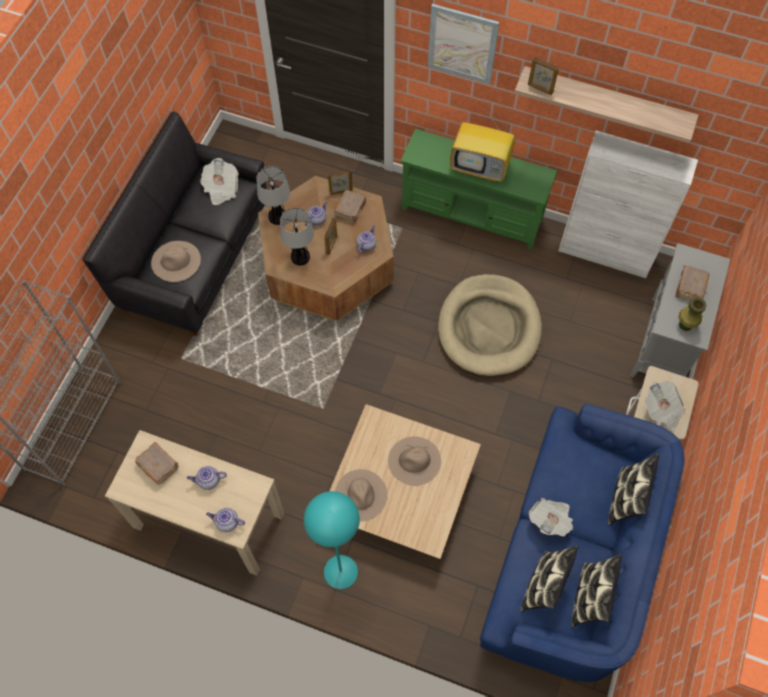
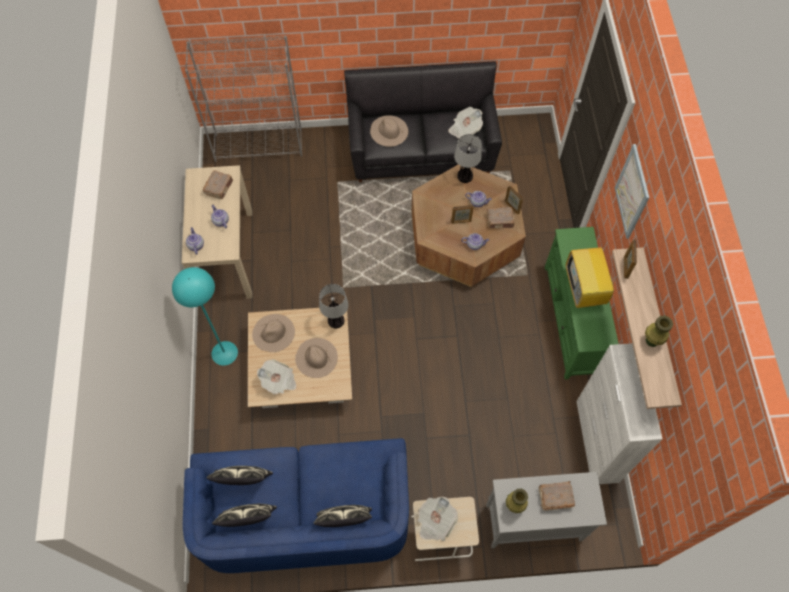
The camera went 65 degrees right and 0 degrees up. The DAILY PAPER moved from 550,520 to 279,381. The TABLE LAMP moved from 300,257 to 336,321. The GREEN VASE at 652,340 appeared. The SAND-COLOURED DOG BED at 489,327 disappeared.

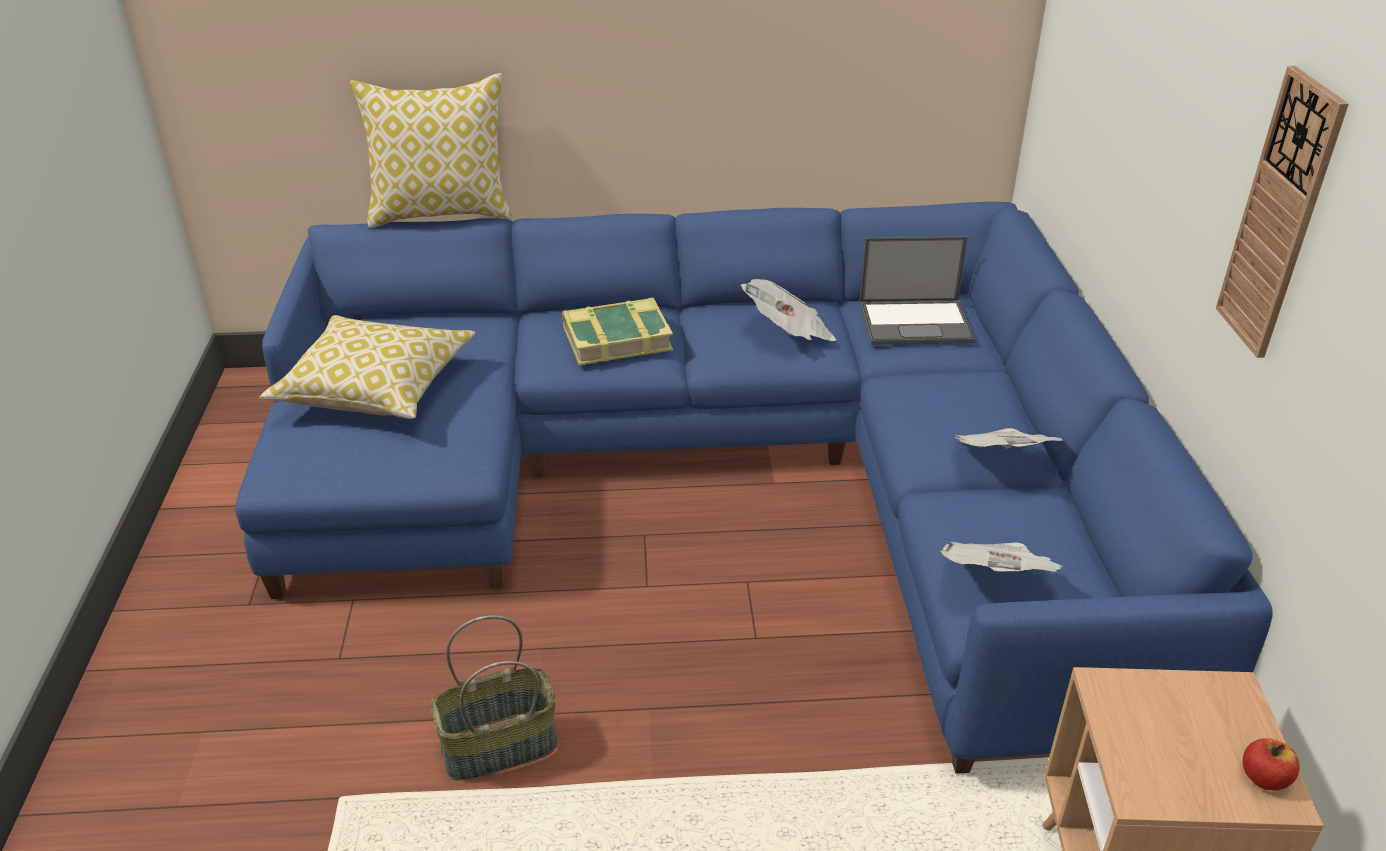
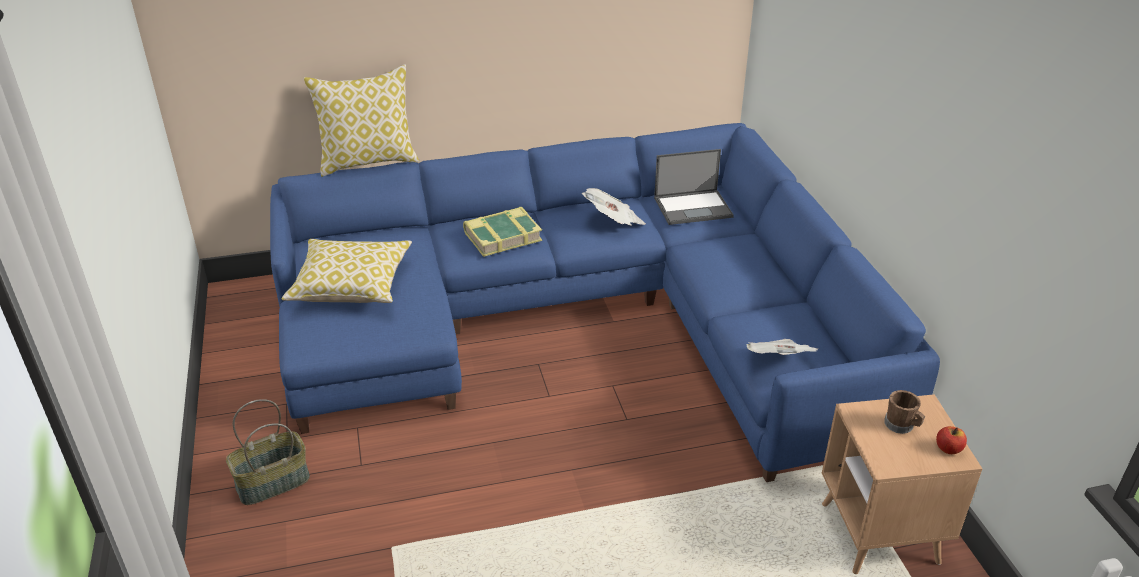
The camera went 10 degrees left and 0 degrees up. The HOUSEHOLD BASKET moved from 499,748 to 272,484. The BROWN TEA MUG at 901,426 appeared. The DAILY PAPER at 1002,461 disappeared. The CLOCK ON THE WALL at 1279,216 disappeared.

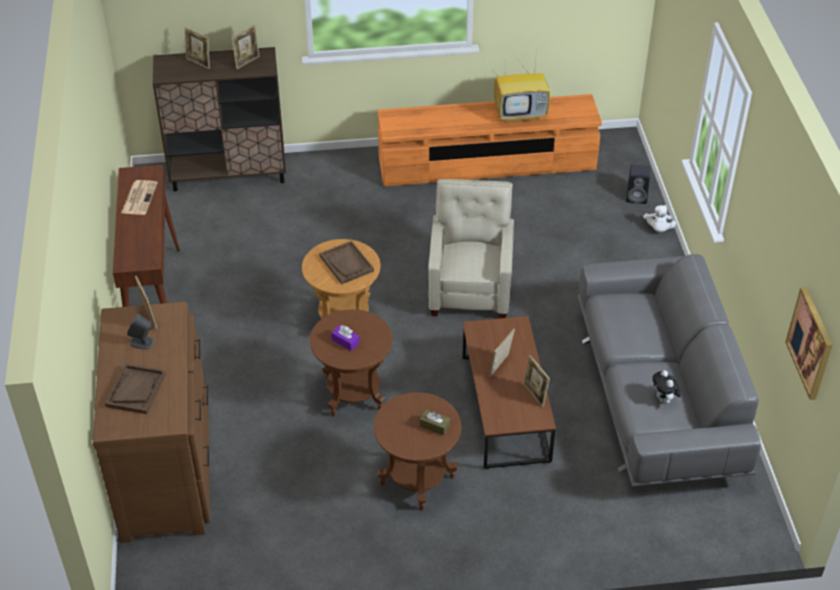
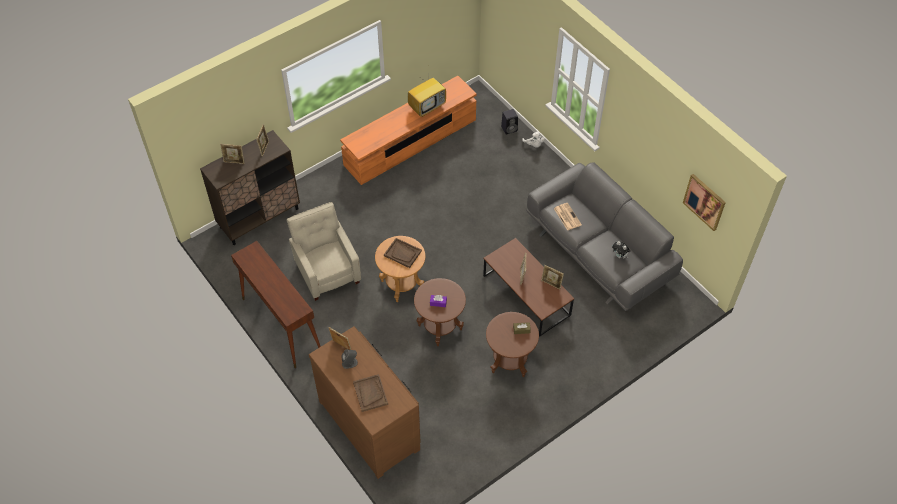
The camera went 30 degrees left and 10 degrees up. The SAND-COLOURED ARMCHAIR moved from 470,288 to 327,271. The DAILY PAPER moved from 139,197 to 567,216.

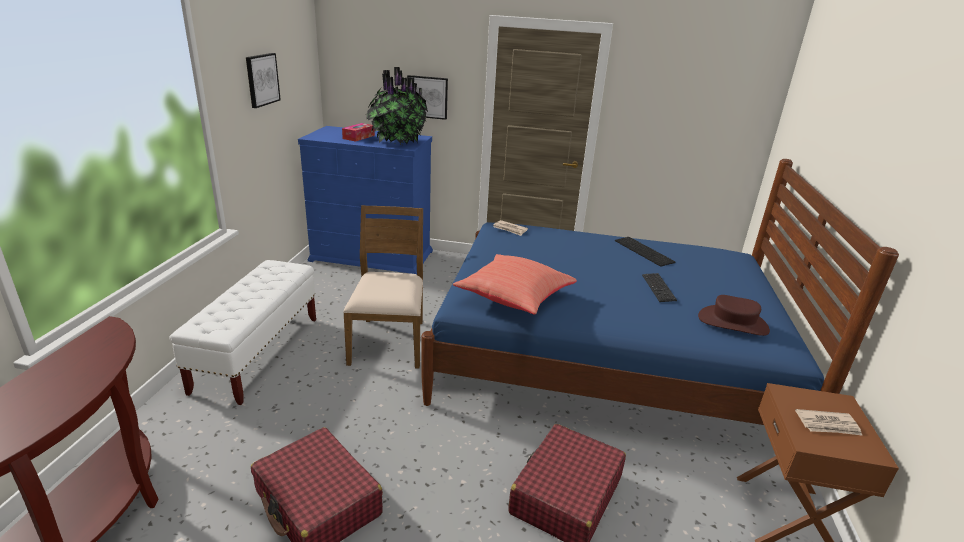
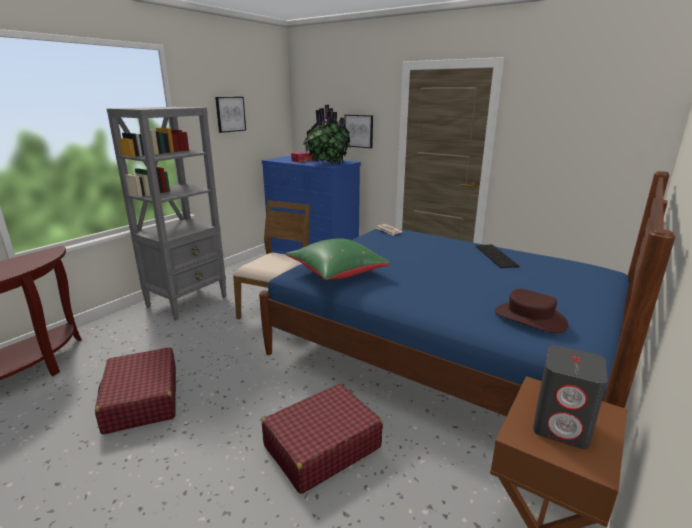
The camera went 25 degrees right and 5 degrees down. The WHITISH BENCH at 258,353 was replaced by the GREY SHELVING UNIT at 188,301. The RED PILLOW at 513,299 became the GREEN PILLOW at 336,273. The DAILY PAPER at 828,425 was replaced by the GREY AUDIO SPEAKER at 562,427. The COMPUTER KEYBOARD at 658,288 disappeared.

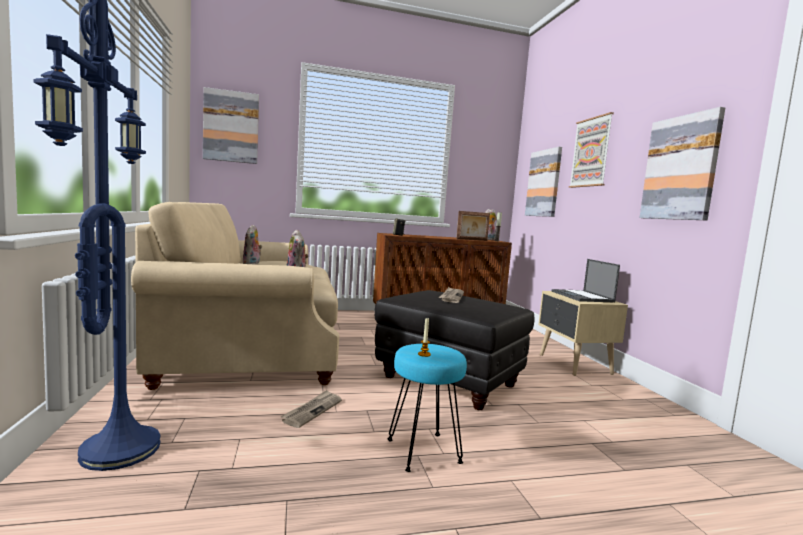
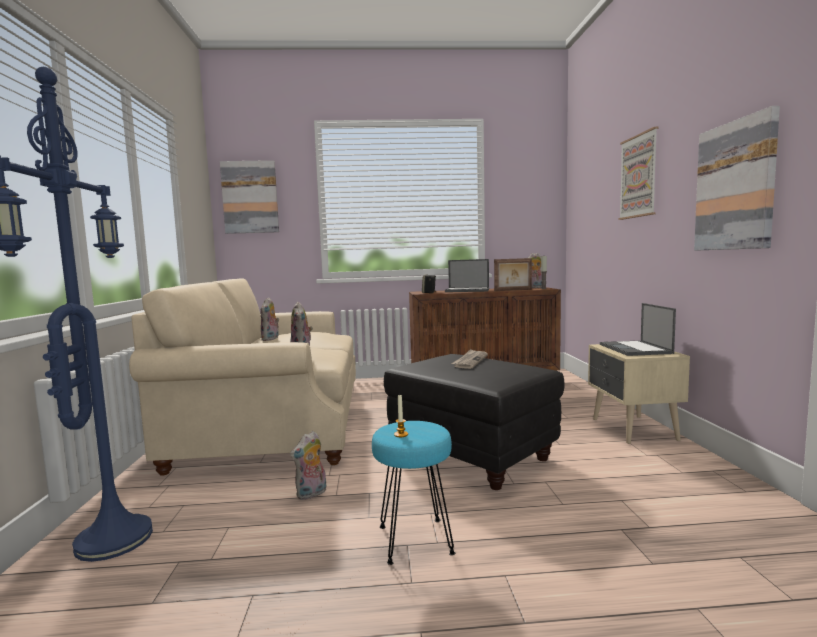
The camera went 10 degrees right and 0 degrees up. The DAILY PAPER at 312,410 was replaced by the PLUSH TOY at 311,494. The LAPTOP at 468,290 appeared. The PICTURE at 544,183 disappeared.

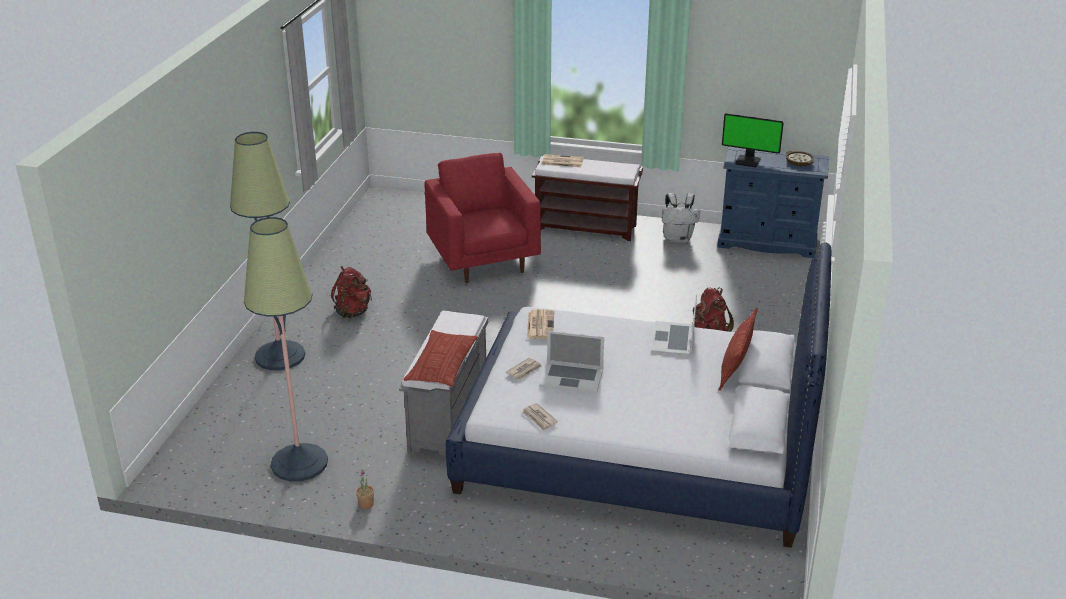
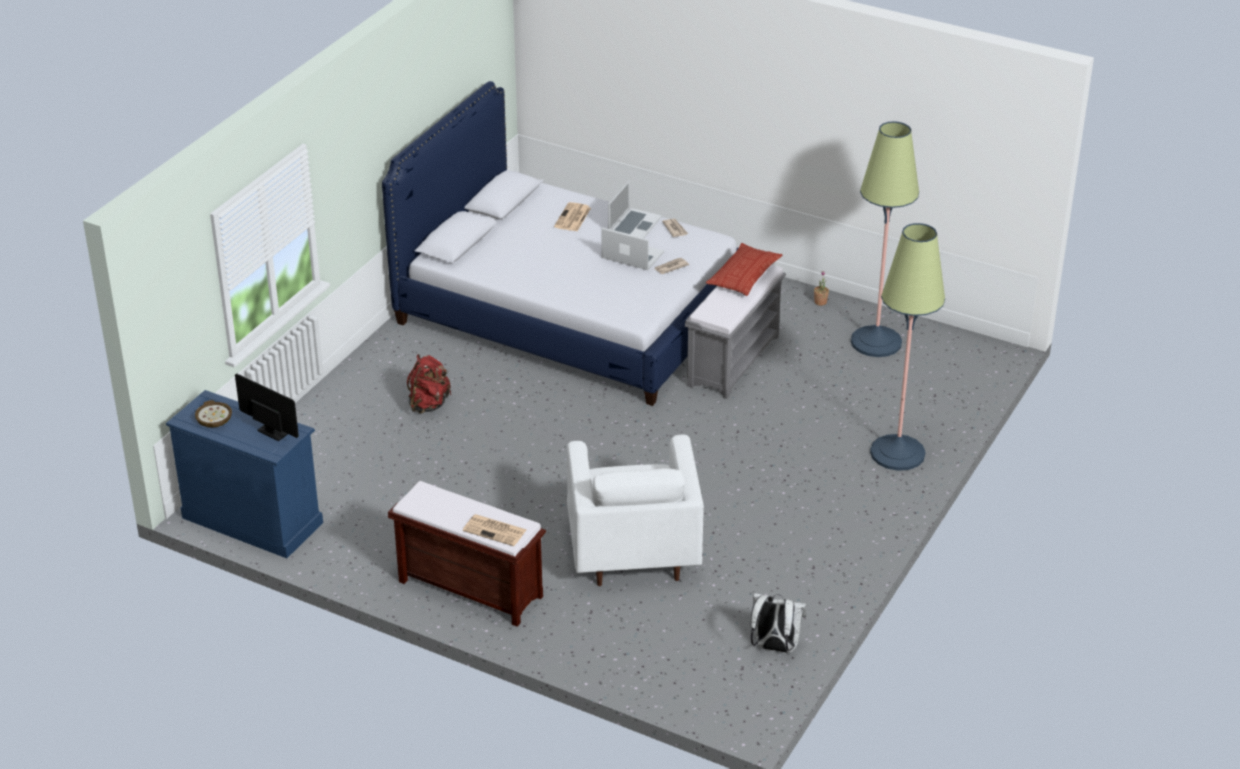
The camera went 165 degrees left and 5 degrees up. The DAILY PAPER moved from 540,325 to 572,218. The RED ARMCHAIR at 483,260 became the WHITISH ARMCHAIR at 633,553. The LAPTOP moved from 673,339 to 634,225. The WHITISH RUCKSACK moved from 678,239 to 774,647. The RED RUCKSACK at 353,312 disappeared. The PILLOW at 735,367 disappeared.

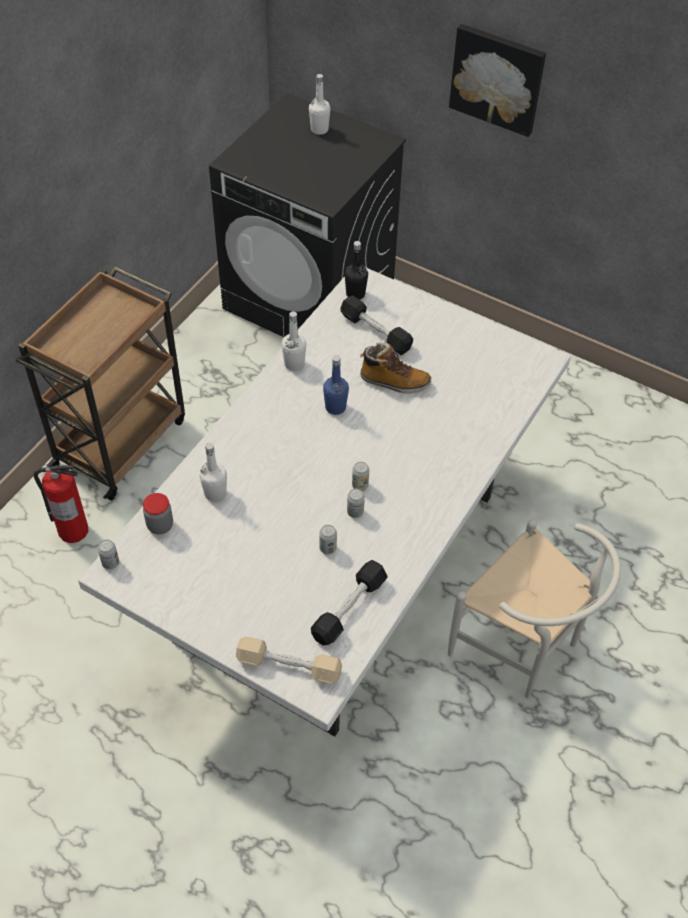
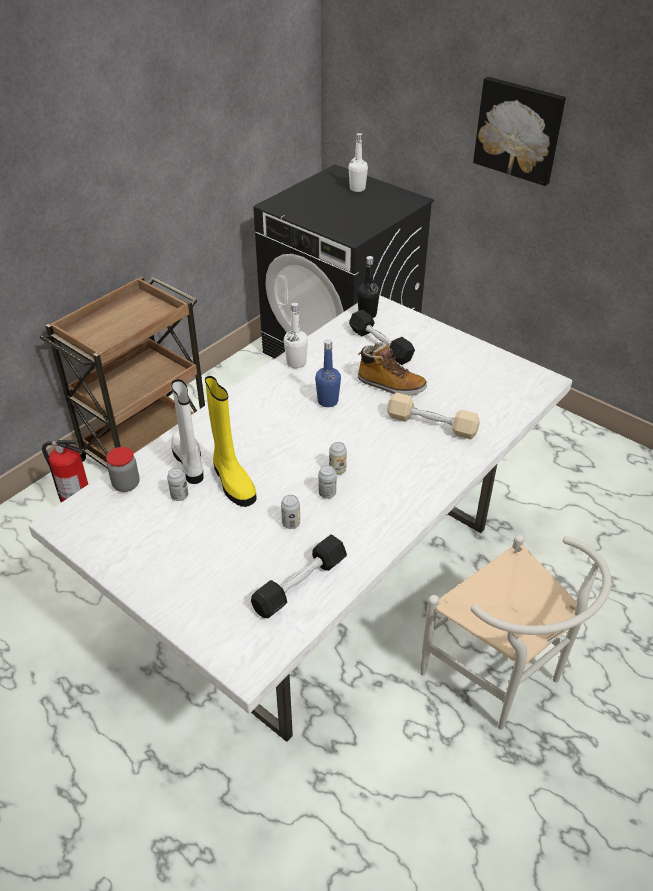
The camera went 10 degrees right and 10 degrees down. The CAN moved from 110,563 to 179,496. The WHITISH BEVERAGE BOTTLE at 215,493 was replaced by the WHITISH HIGH-TOP BOOT at 189,462. The YELLOW HIGH-TOP BOOT at 232,481 appeared. The SAND-COLOURED HAND WEIGHT moved from 289,666 to 431,424.

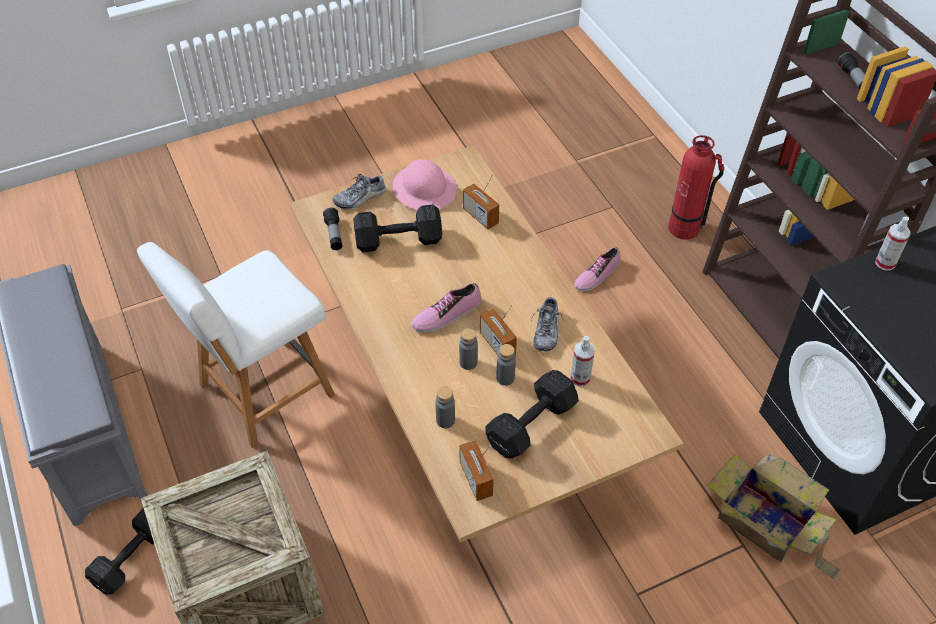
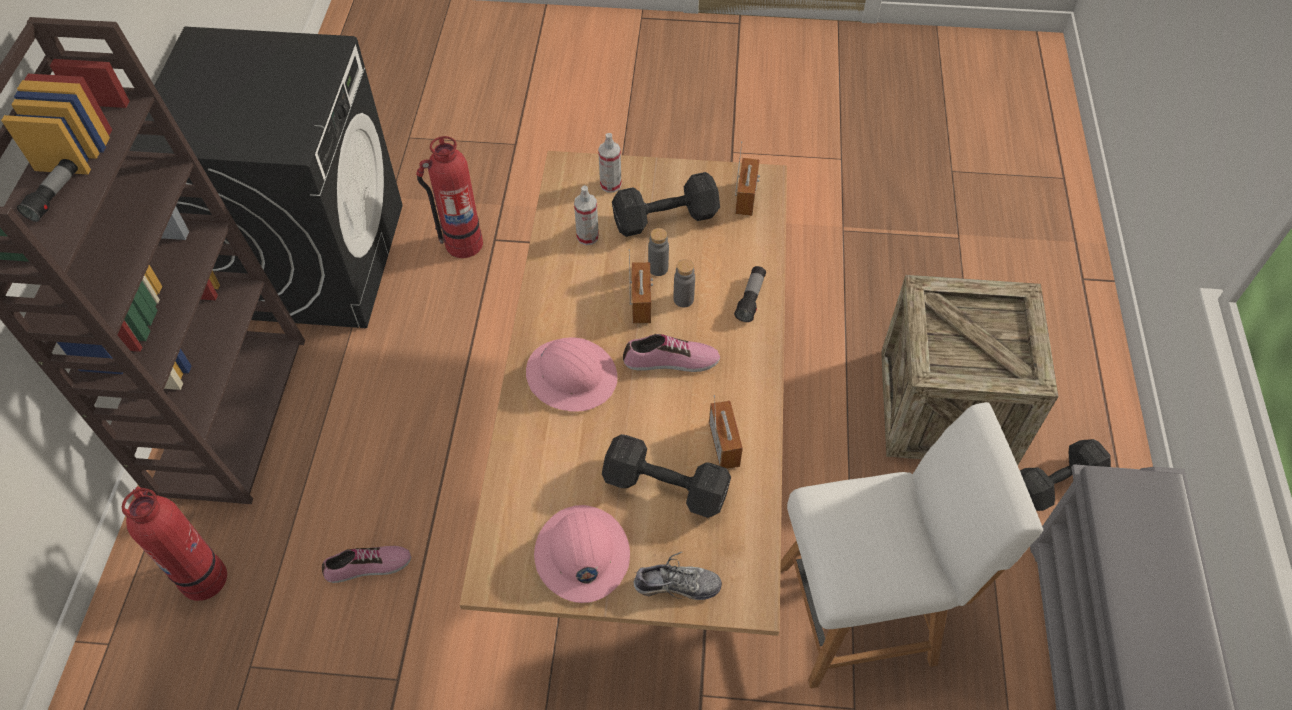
The camera went 150 degrees left and 5 degrees up. The PACKING BOX at 765,526 was replaced by the EXTINGUISHER at 463,243. The PINKISH HARD HAT at 572,375 appeared. The HAND SPRAYER moved from 885,263 to 610,185. The RADIO moved from 480,216 to 724,445. The HAND TORCH moved from 334,234 to 750,299. The GREY BEVERAGE BOTTLE at 445,420 disappeared. The LOW SHOE at 546,331 disappeared.

